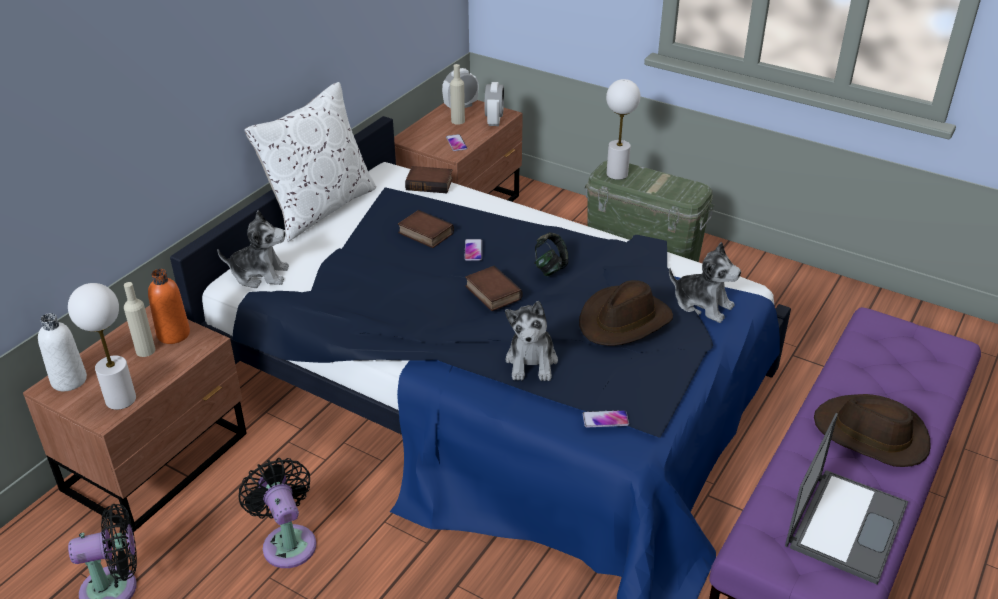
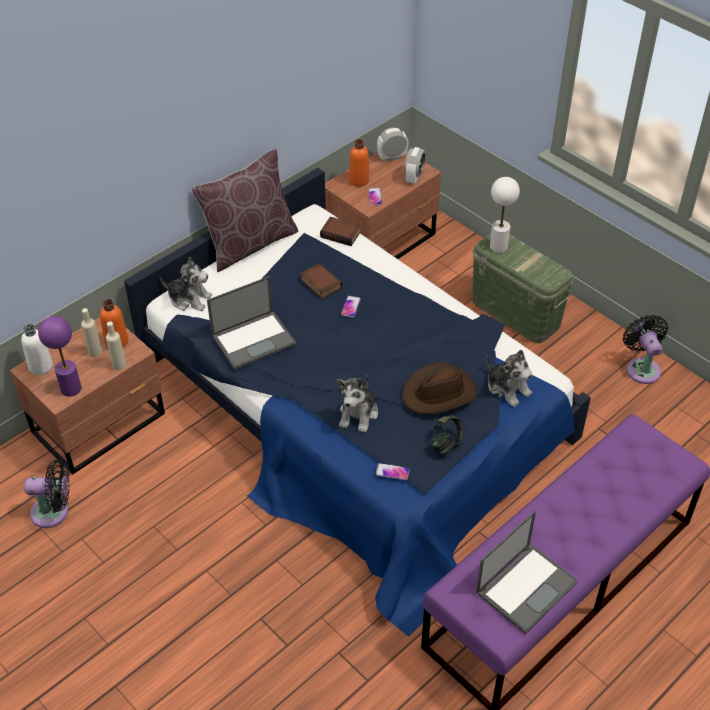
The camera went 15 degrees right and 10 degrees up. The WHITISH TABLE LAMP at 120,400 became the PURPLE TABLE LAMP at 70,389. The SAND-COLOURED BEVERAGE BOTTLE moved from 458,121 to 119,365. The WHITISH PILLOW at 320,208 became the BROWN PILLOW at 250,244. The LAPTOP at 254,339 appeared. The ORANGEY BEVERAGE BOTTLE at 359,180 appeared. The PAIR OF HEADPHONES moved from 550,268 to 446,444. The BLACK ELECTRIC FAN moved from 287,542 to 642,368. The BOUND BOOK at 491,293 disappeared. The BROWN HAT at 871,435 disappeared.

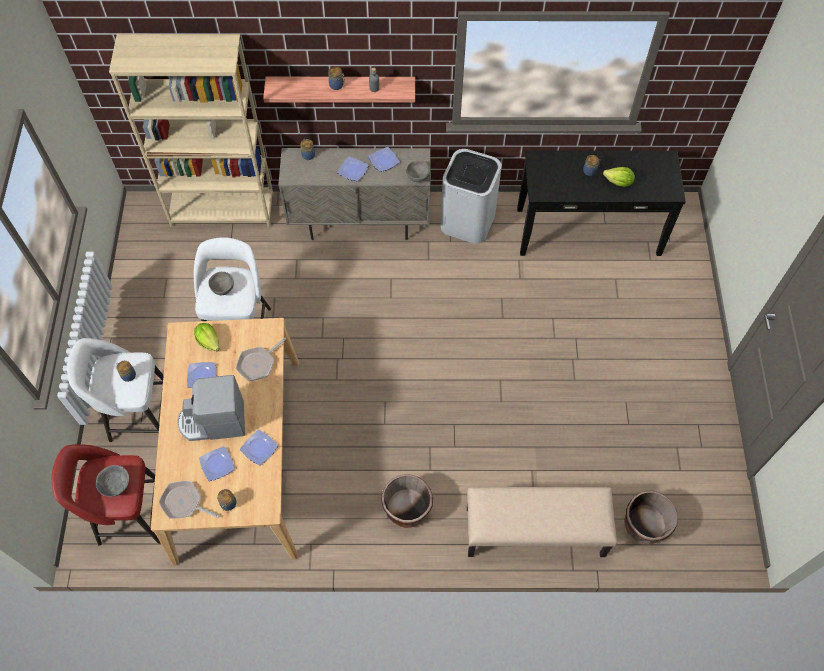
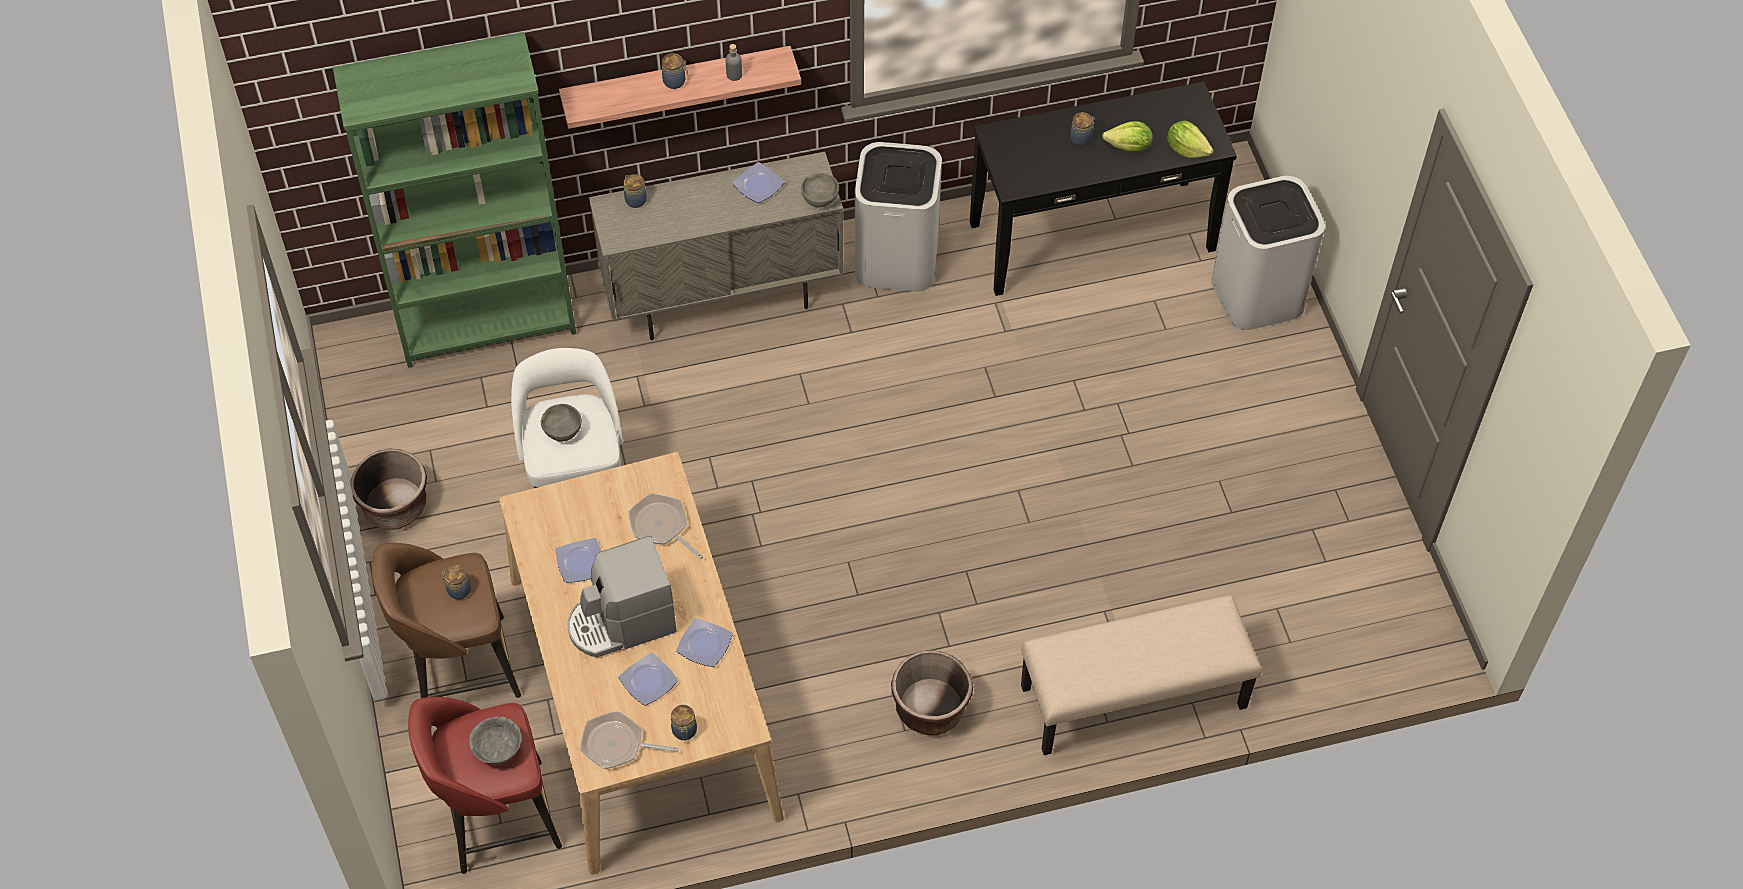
The camera went 15 degrees left and 5 degrees down. The SAND-COLOURED SHELVING UNIT at 222,210 became the GREEN SHELVING UNIT at 487,323. The BROWN FLOWER POT moved from 644,525 to 395,506. The WHITISH STOOL at 139,414 became the BROWN STOOL at 459,668. The PAN at 258,364 turned 105 degrees clockwise. The LETTUCE moved from 209,341 to 1186,149. The WHITISH WASTE BIN at 1258,295 appeared. The PLATE at 352,170 disappeared.

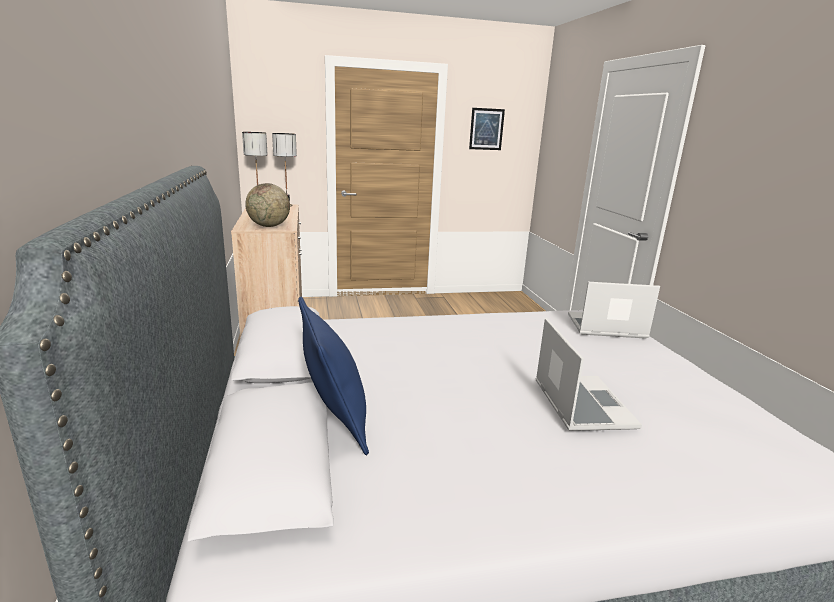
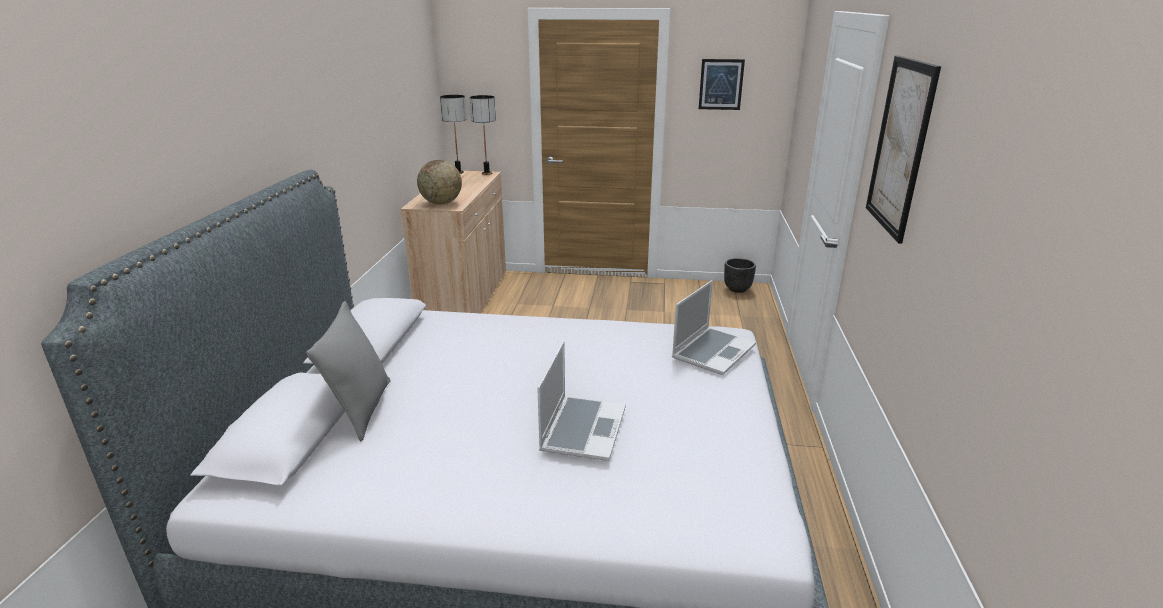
The camera went 20 degrees right and 5 degrees up. The BLUISH PILLOW at 335,421 became the GREY PILLOW at 362,409. The LAPTOP at 605,327 turned 105 degrees clockwise. The BLACK FLOWER POT at 737,289 appeared. The PICTURE at 900,146 appeared.

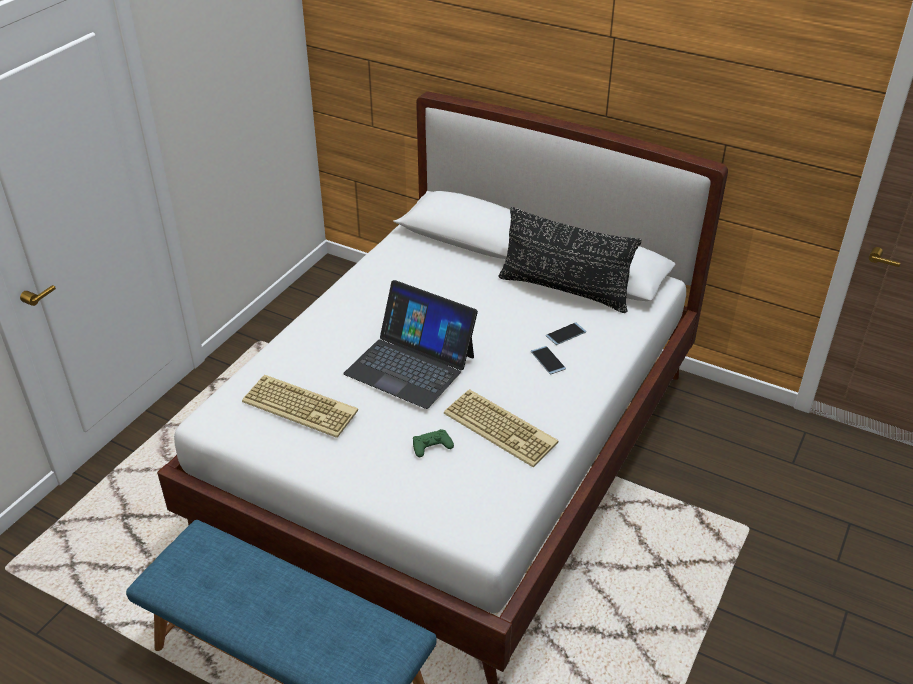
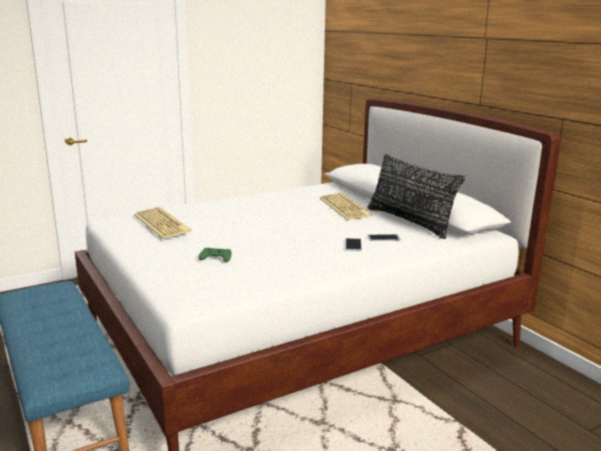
The camera went 30 degrees right and 20 degrees down. The COMPUTER KEYBOARD moved from 502,428 to 346,207. The LAPTOP at 410,365 disappeared.

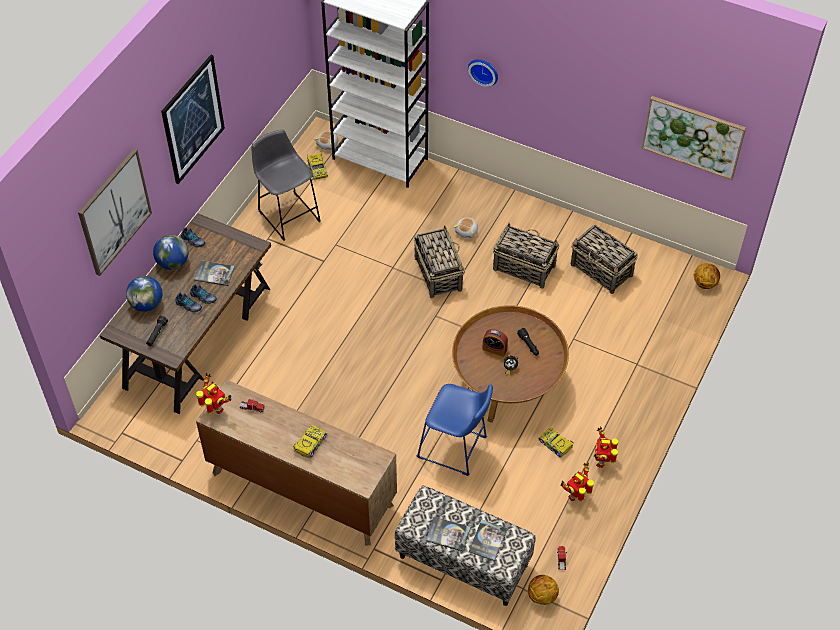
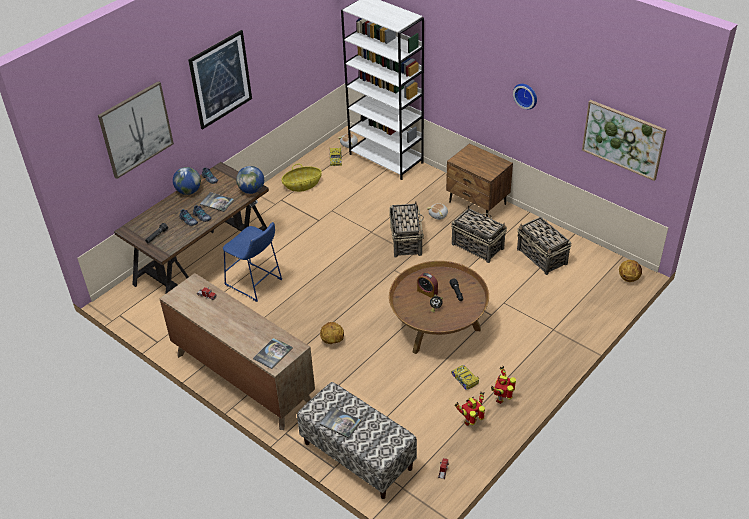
The camera went 15 degrees right and 10 degrees down. The BLUISH STOOL moved from 455,449 to 255,283. The DESK GLOBE moved from 147,304 to 252,190. The BOUND BOOK moved from 488,540 to 273,353. The GREY STOOL at 288,214 was replaced by the HOUSEHOLD BASKET at 302,185. The BALL FOR BASKETBALL moved from 541,596 to 332,341. The BROWN BEDSIDE TABLE at 477,203 appeared. The CLOCK ON THE WALL moved from 484,70 to 526,95. The TOY ROBOT at 215,409 disappeared. The MINIATURE CAR at 310,444 disappeared.

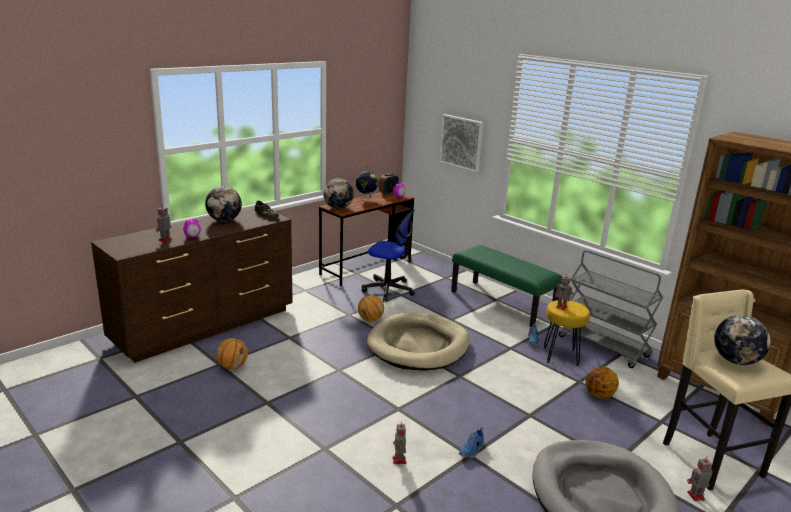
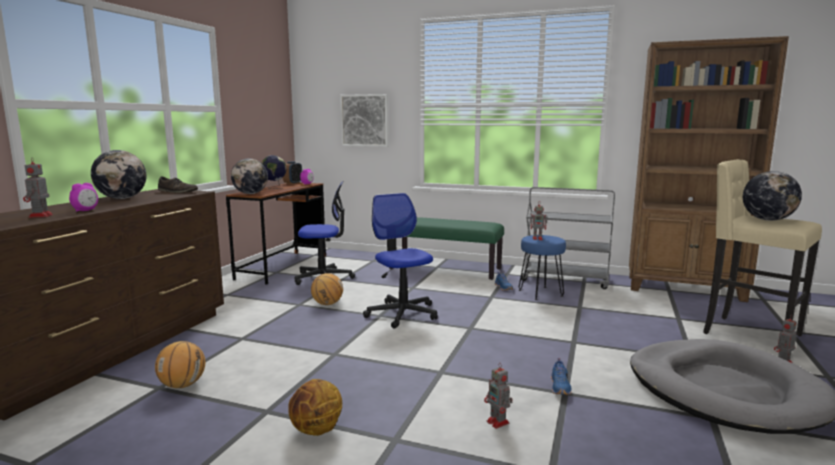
The camera went 25 degrees left and 10 degrees down. The BALL FOR BASKETBALL moved from 599,395 to 316,430. The SAND-COLOURED DOG BED at 418,346 was replaced by the COMPUTER CHAIR at 402,314. The YELLOW STOOL at 561,356 became the BLUISH STOOL at 540,293.

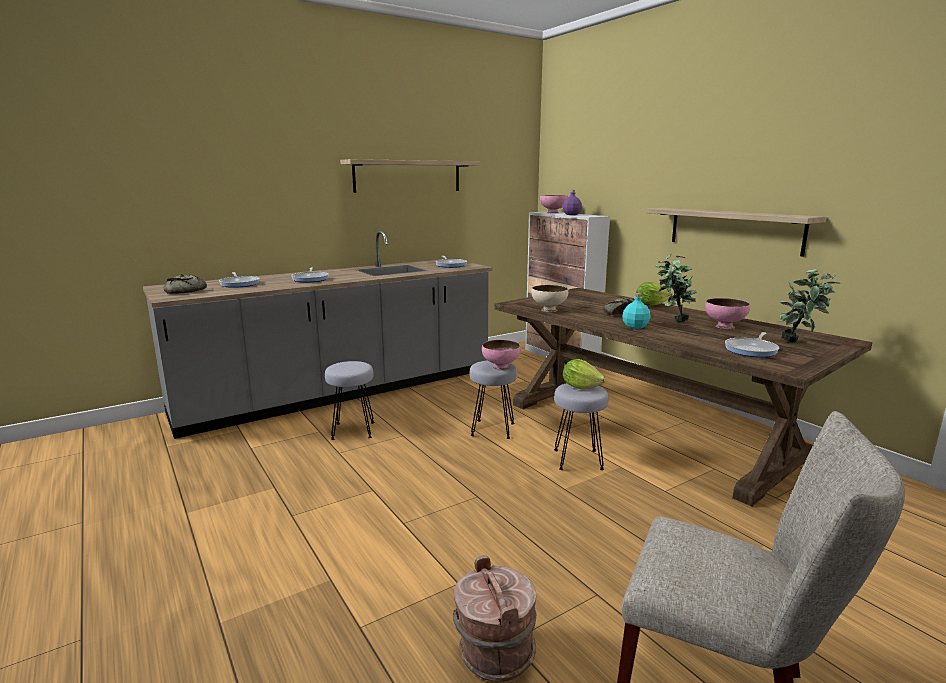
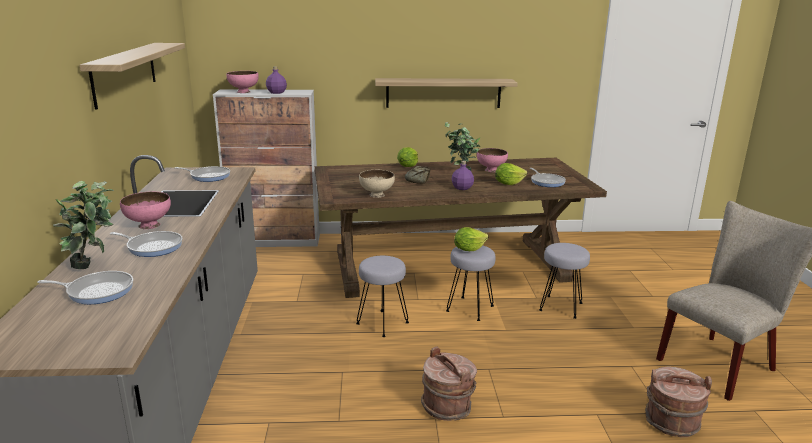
The camera went 60 degrees left and 5 degrees up. The POTTED PLANT moved from 800,342 to 94,265. The PINKISH BOWL moved from 500,367 to 148,225. The BROWN BUCKET at 447,406 appeared. The TURQUOISE BEVERAGE BOTTLE at 635,326 became the PURPLE BEVERAGE BOTTLE at 461,188. The LETTUCE at 508,184 appeared. The GREY STOOL moved from 352,430 to 560,307. The BAKED BREAD at 185,291 disappeared.

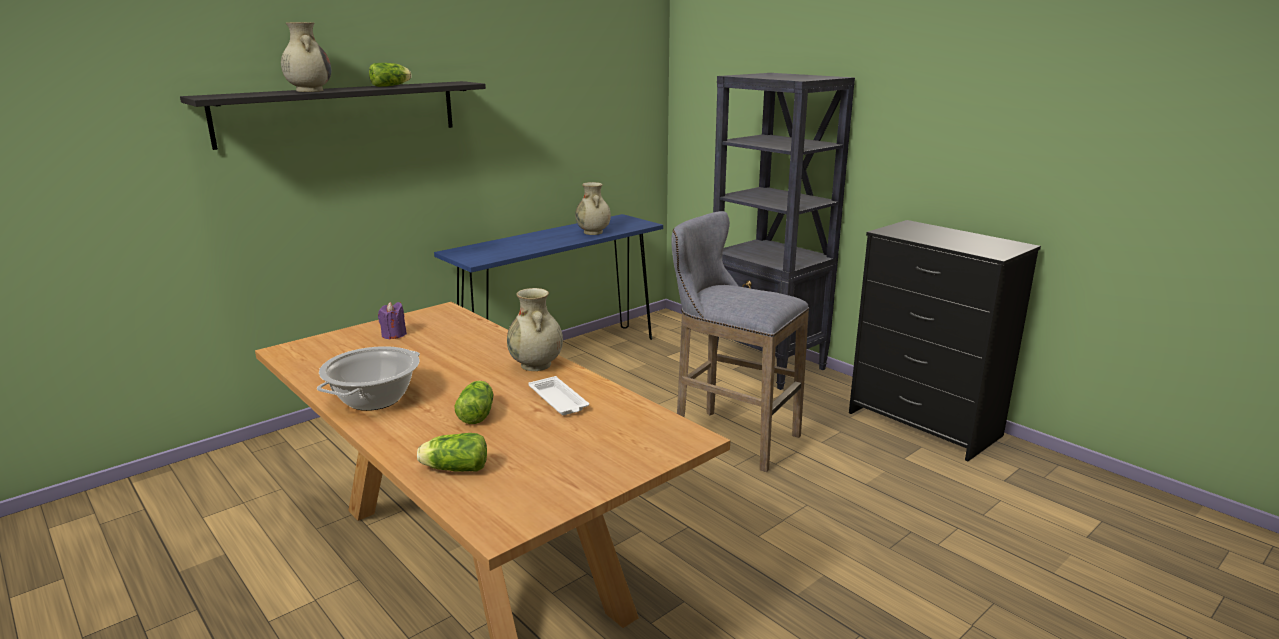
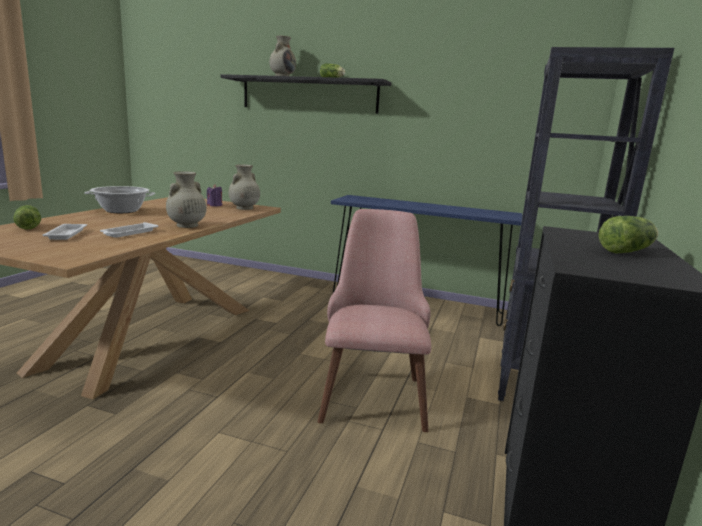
The camera went 60 degrees right and 5 degrees down. The WHITISH SERVING TRAY at 67,234 appeared. The SAND-COLOURED VASE moved from 593,232 to 244,208. The GREY STOOL at 730,437 was replaced by the PINKISH CHAIR at 372,389. The LETTUCE moved from 477,413 to 628,251.

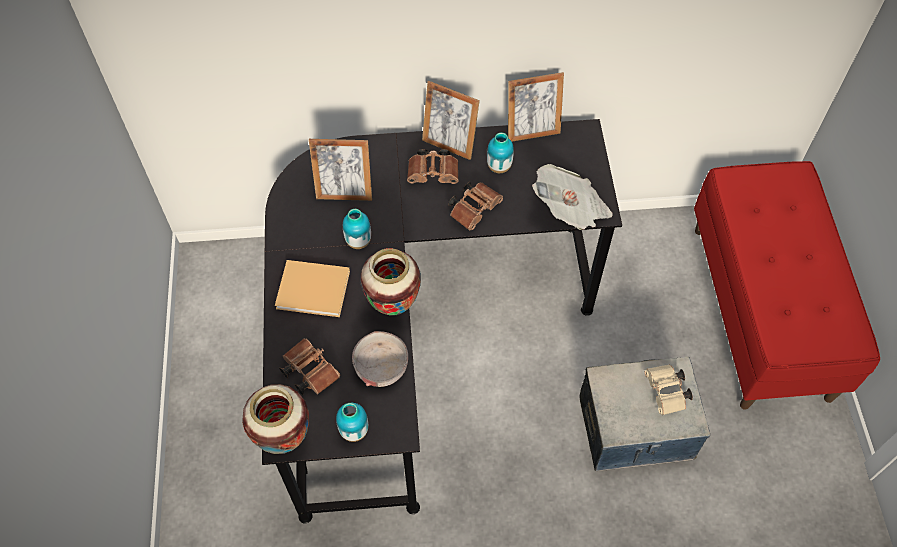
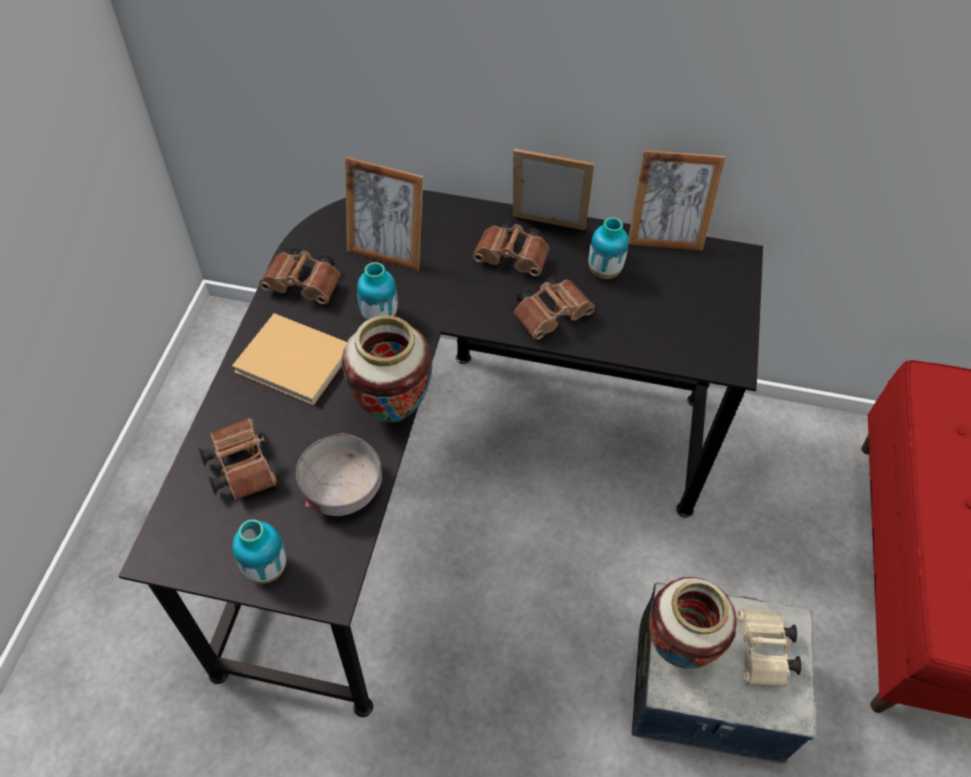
The camera went 15 degrees right and 5 degrees down. The BROWN BINOCULARS at 305,286 appeared. The PICTURE FRAME at 449,144 turned 150 degrees clockwise. The VASE moved from 284,440 to 676,648. The DAILY PAPER at 570,210 disappeared.

